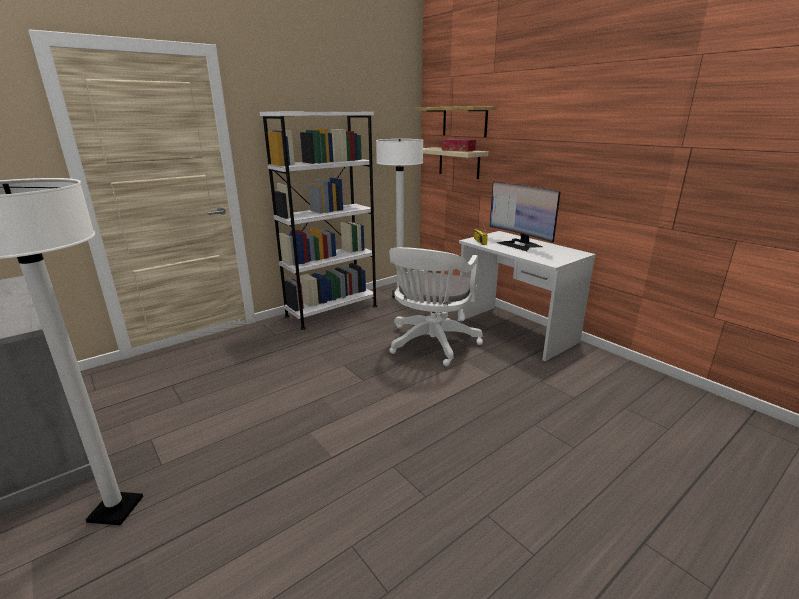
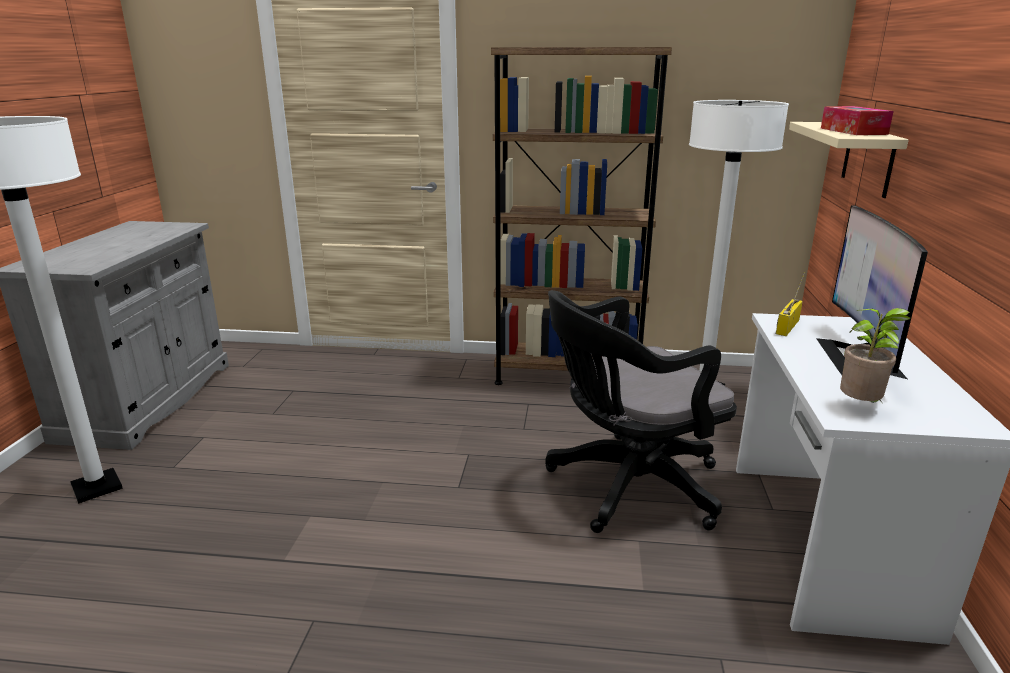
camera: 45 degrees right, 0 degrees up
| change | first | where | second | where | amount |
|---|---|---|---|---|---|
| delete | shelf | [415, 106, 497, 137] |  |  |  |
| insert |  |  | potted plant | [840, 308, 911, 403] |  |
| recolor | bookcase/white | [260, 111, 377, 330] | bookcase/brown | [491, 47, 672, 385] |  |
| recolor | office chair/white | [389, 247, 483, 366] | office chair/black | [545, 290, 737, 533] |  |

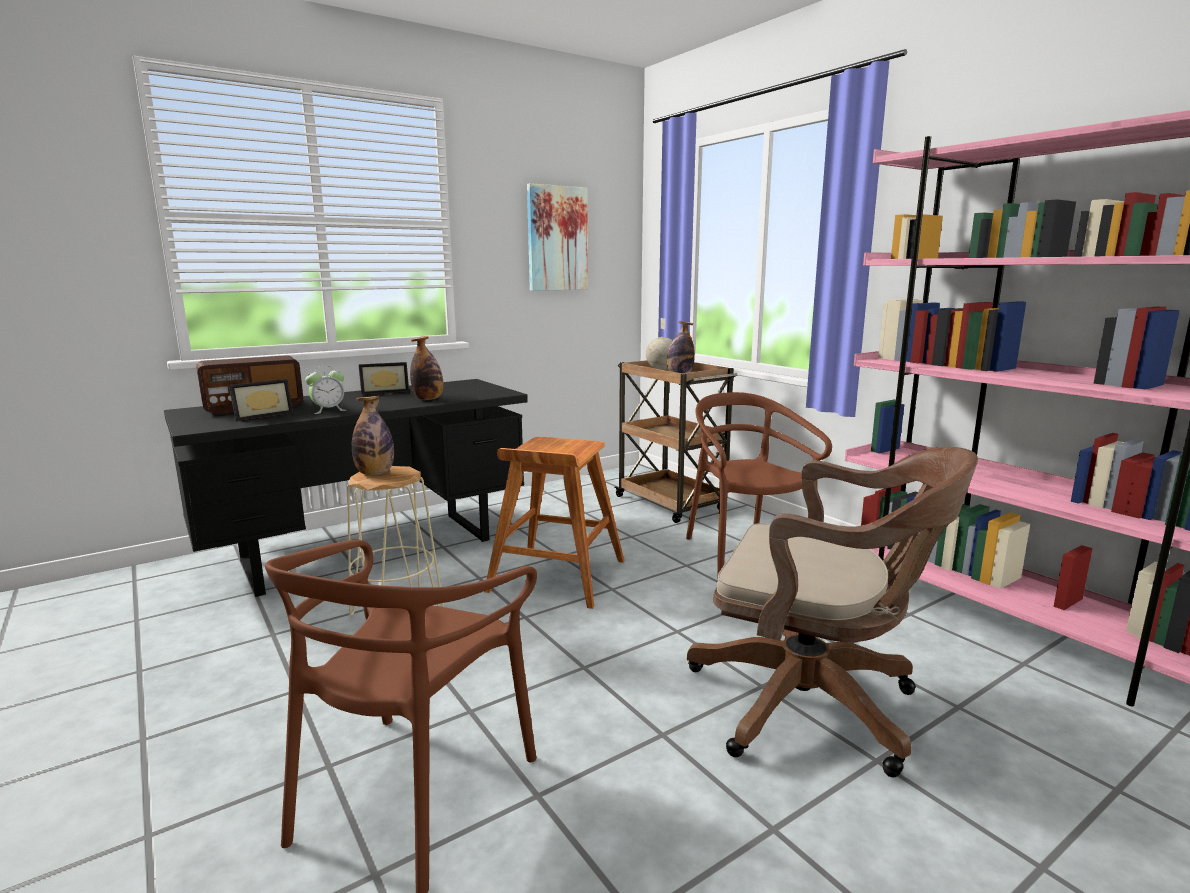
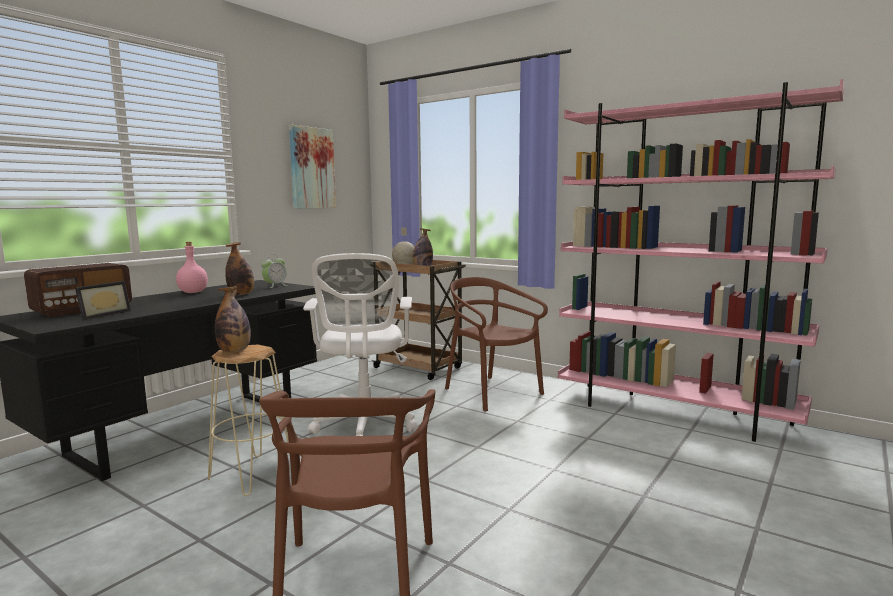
camera: 20 degrees left, 5 degrees down
| change | first | where | second | where | amount |
|---|---|---|---|---|---|
| delete | office chair/brown | [687, 447, 978, 778] |  |  |  |
| move | alarm clock | [305, 365, 346, 414] |  | [261, 255, 287, 288] |  |
| replace | picture frame | [359, 362, 409, 395] | bottle/pink | [176, 242, 208, 293] |  |
| replace | stool/brown | [484, 437, 624, 609] | office chair/white | [303, 253, 417, 436] |  |

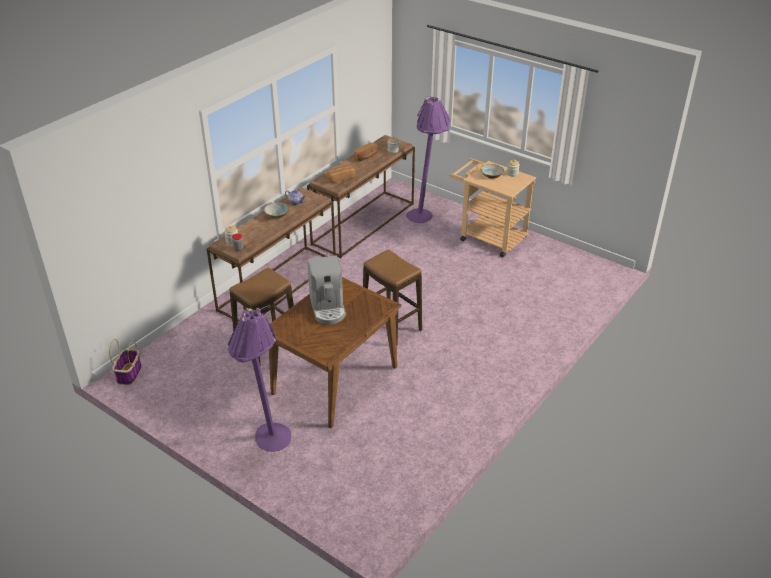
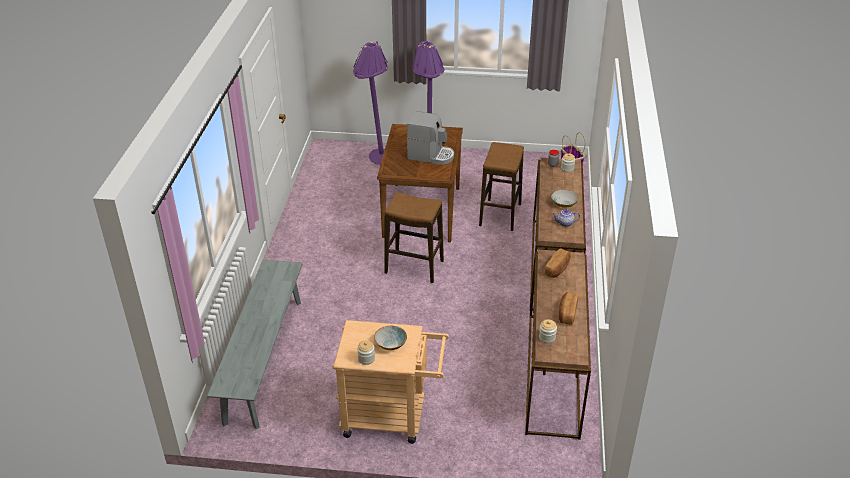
camera: 150 degrees right, 0 degrees up
| change | first | where | second | where | amount |
|---|---|---|---|---|---|
| insert |  |  | bench/grey | [207, 260, 303, 429] |  |
| move | floor lamp/purple | [406, 96, 450, 223] |  | [353, 41, 388, 165] |  |
| rotate | coffee machine | [307, 255, 346, 324] |  | [407, 111, 454, 165] | 150 degrees clockwise |

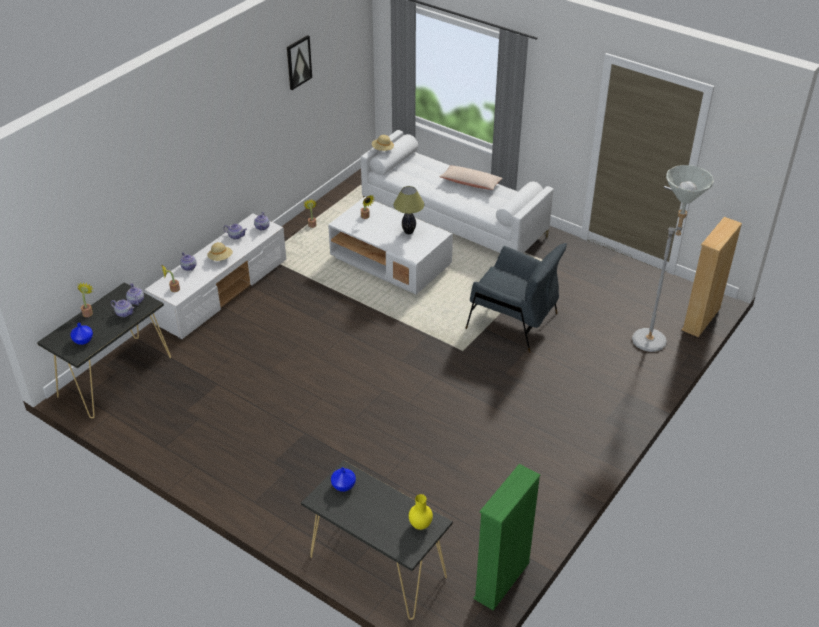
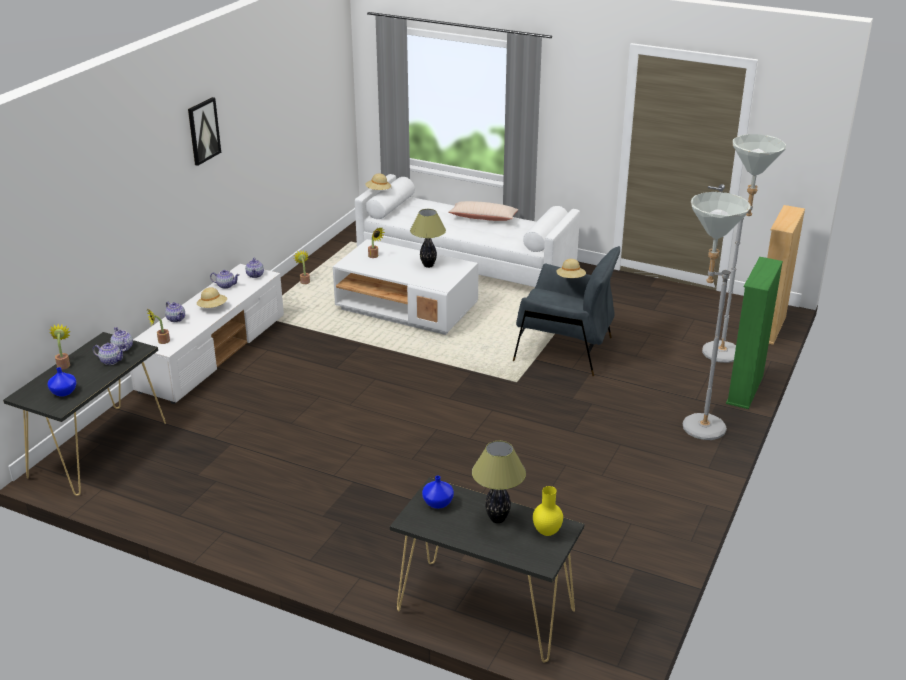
camera: 10 degrees left, 10 degrees down
| change | first | where | second | where | amount |
|---|---|---|---|---|---|
| insert |  |  | table lamp | [472, 441, 526, 523] |  |
| insert |  |  | hat/beige | [556, 259, 586, 278] |  |
| insert |  |  | floor lamp/grey | [683, 192, 751, 440] |  |
| move | picture | [287, 35, 312, 90] |  | [188, 97, 221, 166] |  |
| move | bookcase/green | [473, 464, 540, 610] |  | [726, 257, 783, 409] |  |

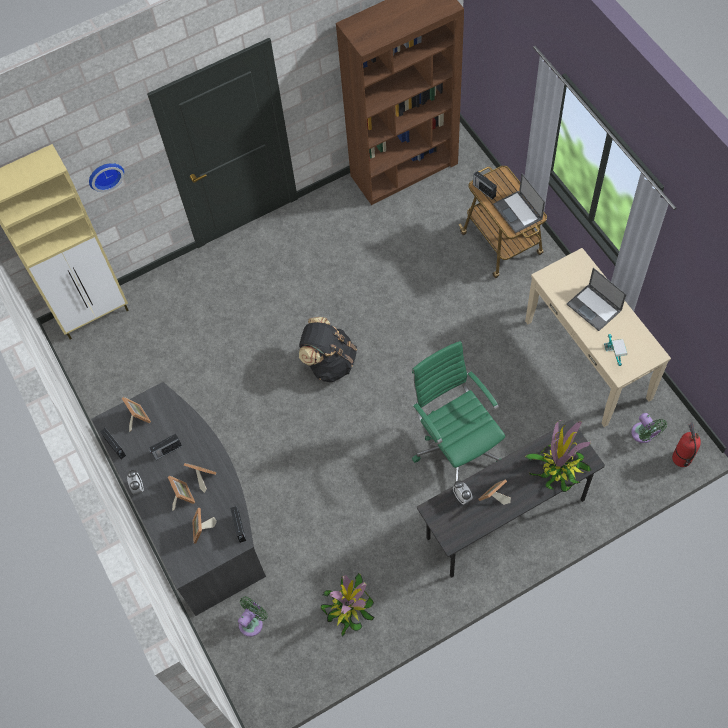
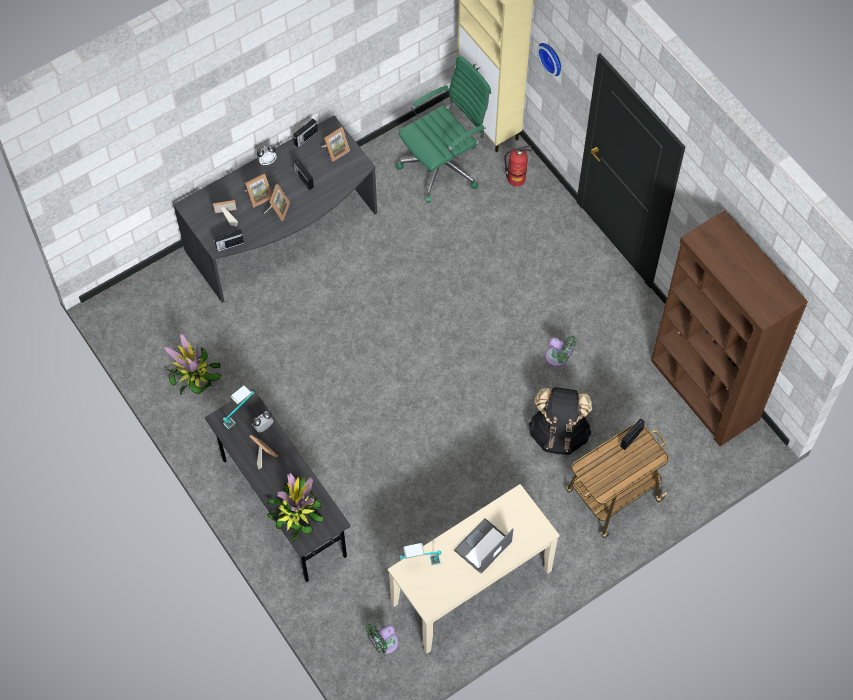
camera: 80 degrees right, 0 degrees up
| change | first | where | second | where | amount |
|---|---|---|---|---|---|
| delete | laptop | [493, 173, 545, 233] |  |  |  |
| insert |  |  | table lamp | [223, 385, 254, 429] |  |
| move | fan/green | [238, 596, 268, 637] |  | [545, 336, 577, 367] |  |
| move | backpack/black | [299, 317, 357, 382] |  | [529, 387, 592, 455] |  |
| move | office chair/green | [412, 341, 505, 481] |  | [396, 55, 491, 203] |  |
| move | fire extinguisher | [672, 422, 701, 467] |  | [504, 145, 532, 186] |  |

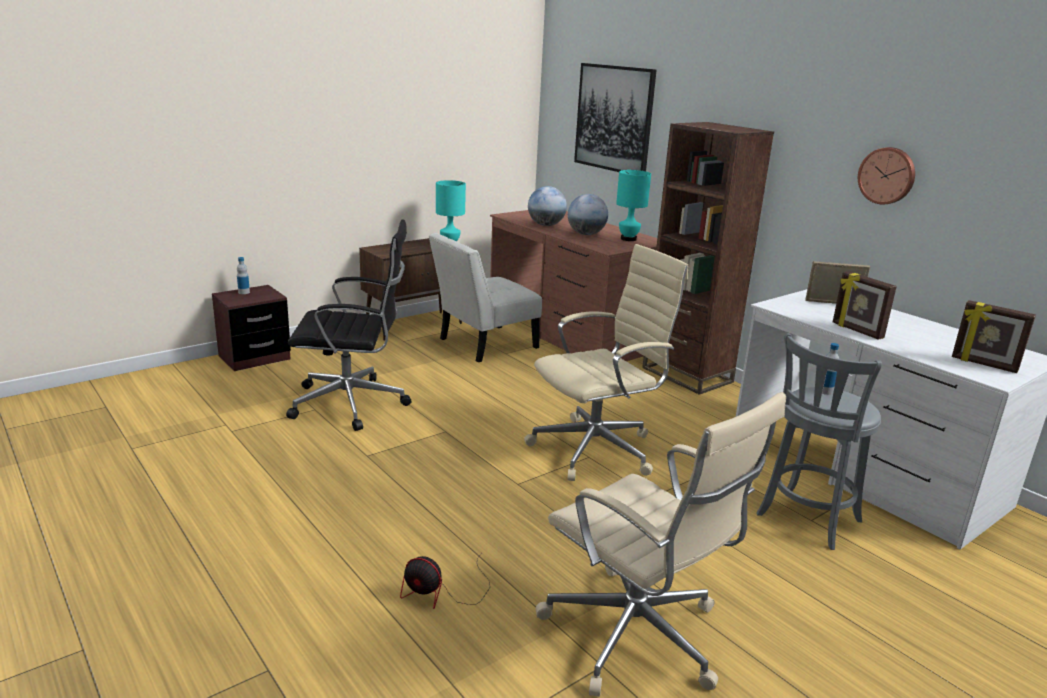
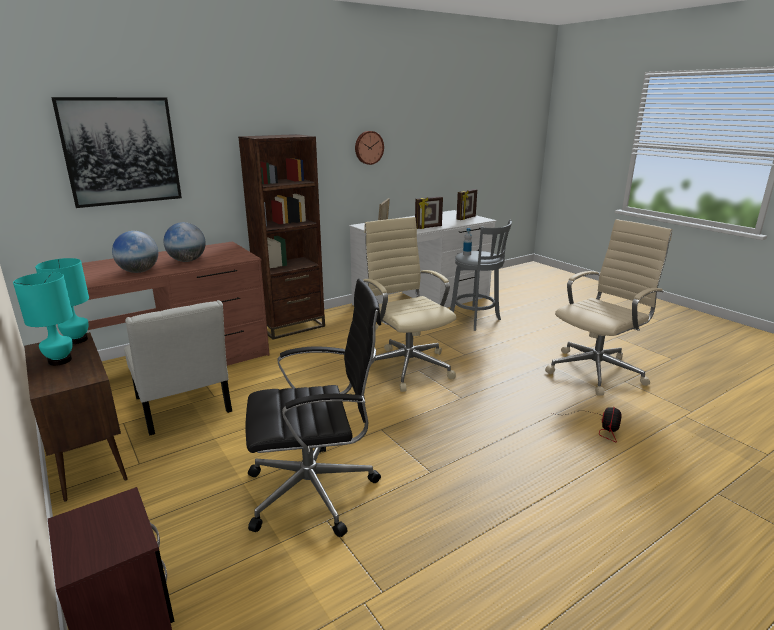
camera: 85 degrees left, 0 degrees up
| change | first | where | second | where | amount |
|---|---|---|---|---|---|
| delete | bottle | [237, 257, 250, 294] |  |  |  |
| move | table lamp/turquoise | [616, 170, 651, 241] |  | [13, 272, 73, 366] |  |
| rotate | office chair/black | [286, 219, 412, 431] |  | [245, 279, 381, 537] | 75 degrees clockwise |

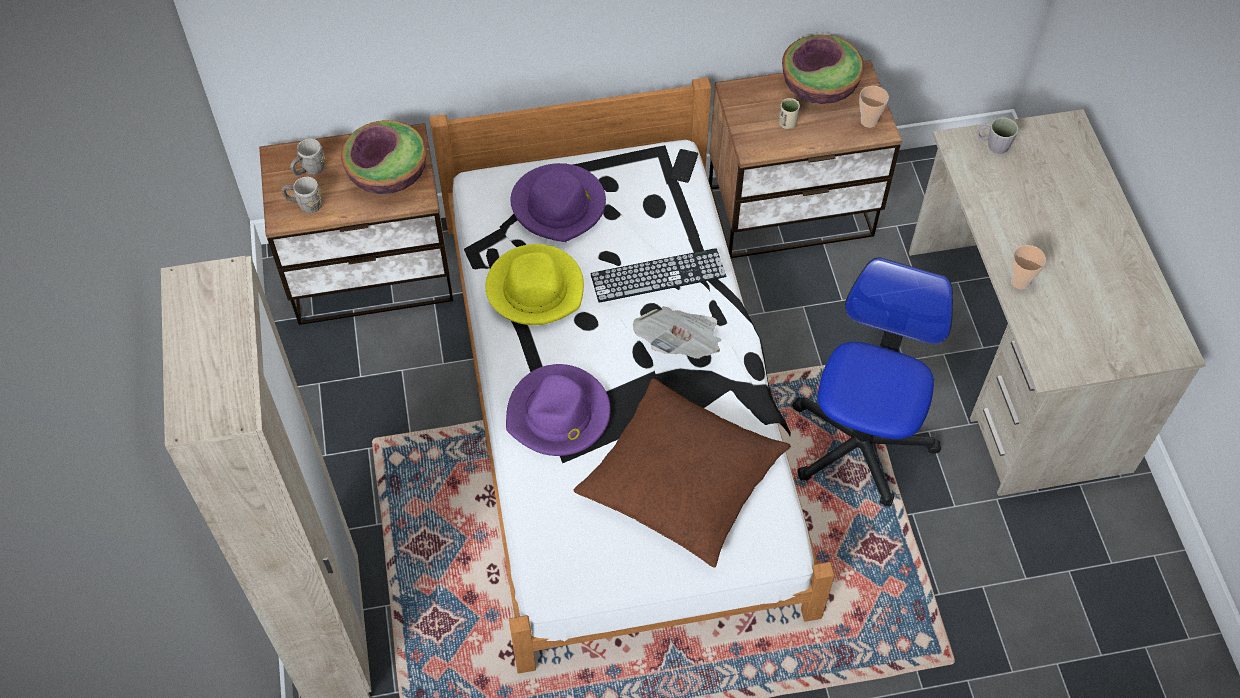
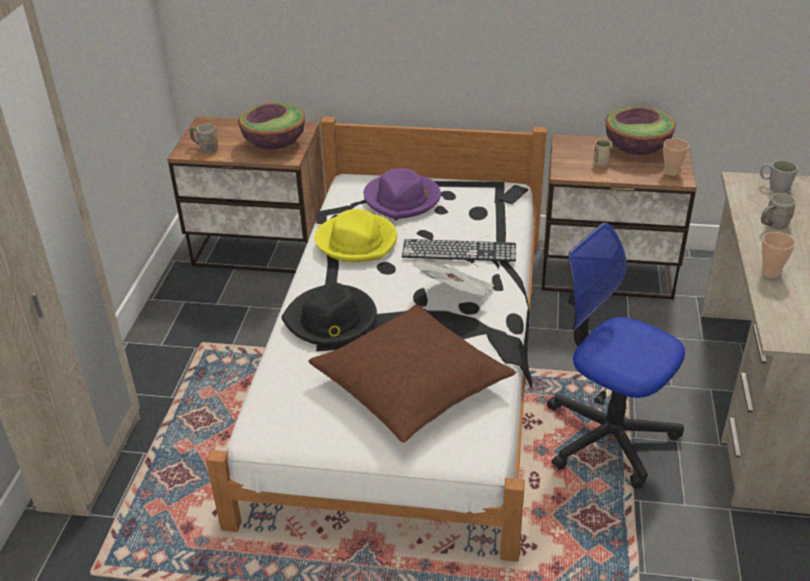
camera: 20 degrees right, 20 degrees down
| change | first | where | second | where | amount |
|---|---|---|---|---|---|
| move | mug/grey | [290, 139, 325, 176] |  | [761, 193, 796, 230] |  |
| recolor | hat/purple | [506, 364, 611, 456] | hat/black | [282, 282, 377, 346] |  |
| rotate | office chair | [792, 258, 953, 507] |  | [547, 223, 685, 489] | 90 degrees counterclockwise |

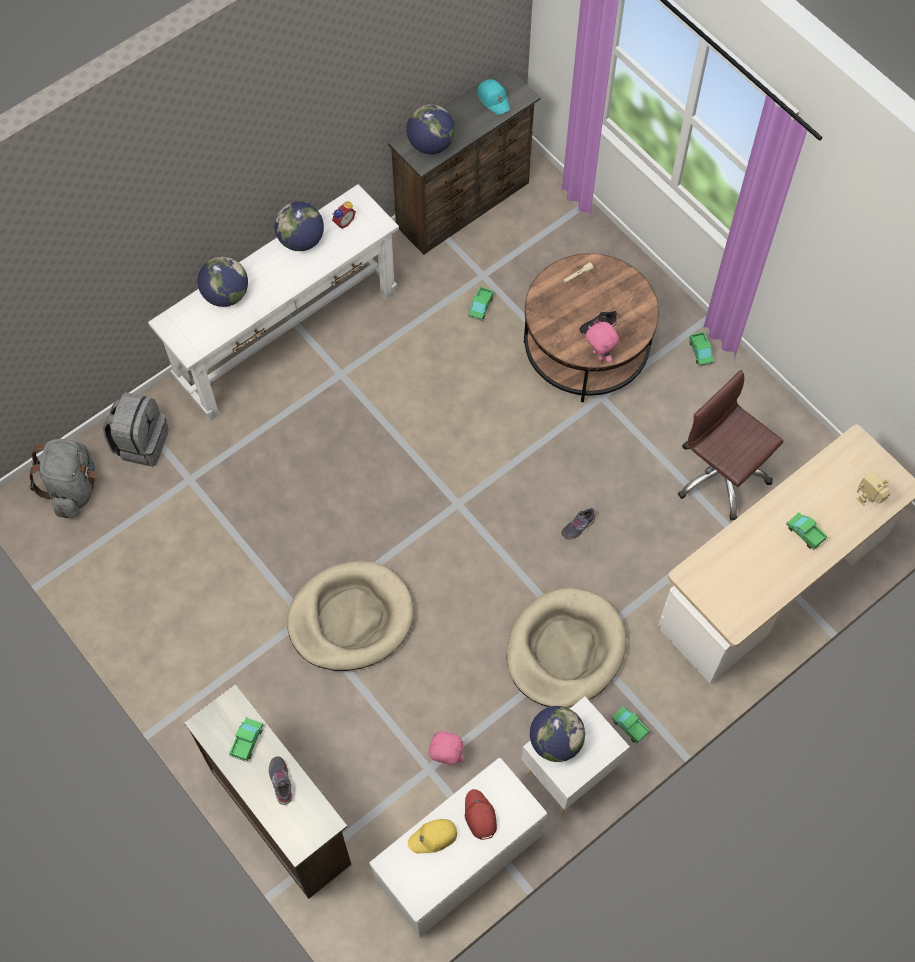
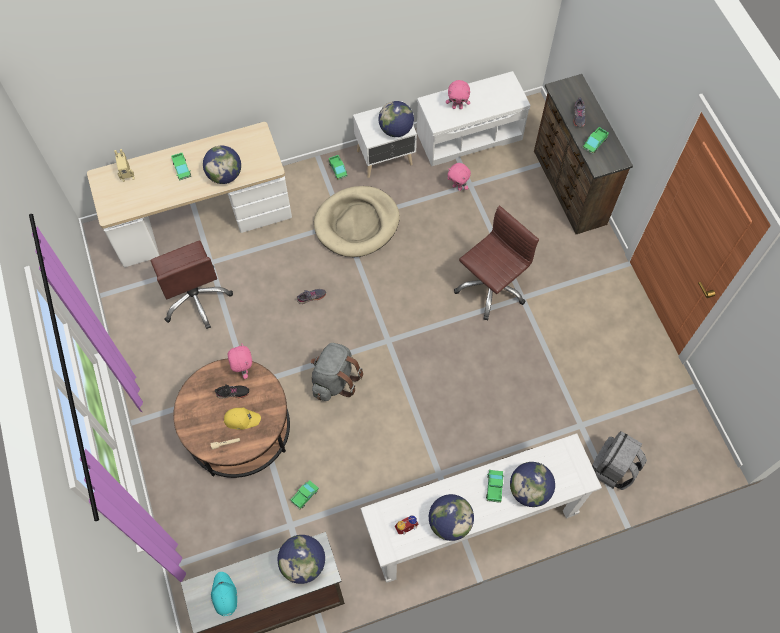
camera: 160 degrees left, 0 degrees up
| change | first | where | second | where | amount |
|---|---|---|---|---|---|
| insert |  |  | globe | [203, 146, 241, 184] |  |
| move | backpack/grey | [29, 439, 97, 518] |  | [310, 343, 363, 401] |  |
| move | cap/yellow | [408, 819, 457, 854] |  | [224, 408, 261, 430] |  |
| move | toy truck | [689, 332, 714, 367] |  | [486, 470, 505, 503] |  |
| replace | dog bed/beige | [287, 561, 413, 671] | office chair/brown | [454, 206, 539, 320] |  |
| replace | cap/red | [465, 789, 497, 840] | plush toy/pink | [446, 80, 470, 109] |  |

